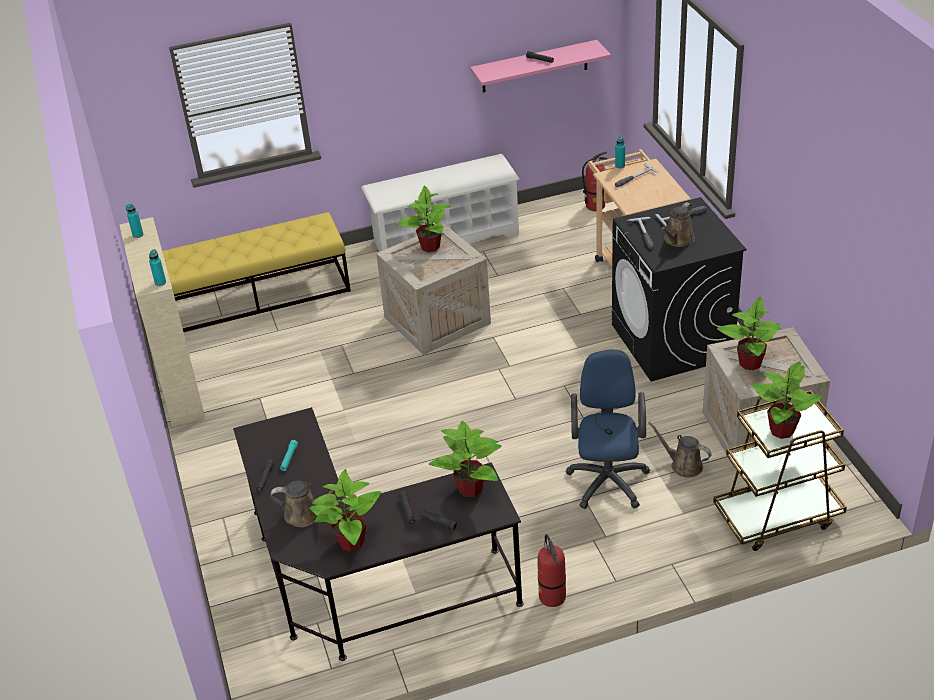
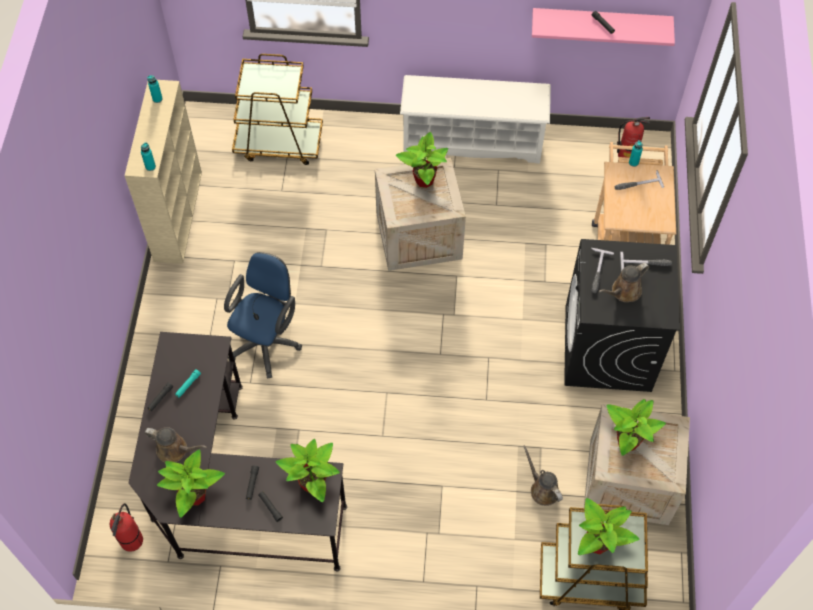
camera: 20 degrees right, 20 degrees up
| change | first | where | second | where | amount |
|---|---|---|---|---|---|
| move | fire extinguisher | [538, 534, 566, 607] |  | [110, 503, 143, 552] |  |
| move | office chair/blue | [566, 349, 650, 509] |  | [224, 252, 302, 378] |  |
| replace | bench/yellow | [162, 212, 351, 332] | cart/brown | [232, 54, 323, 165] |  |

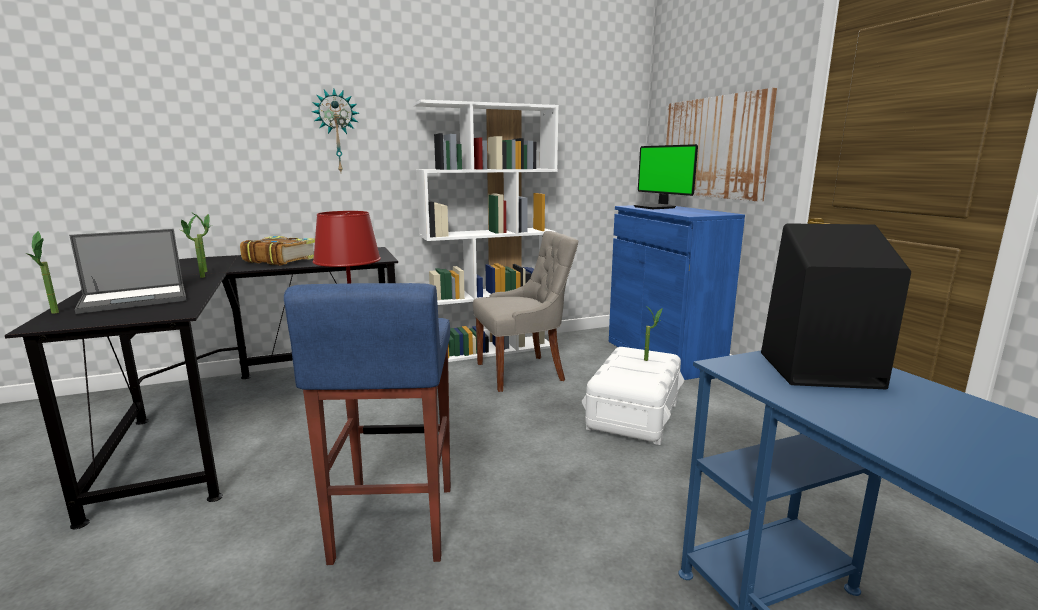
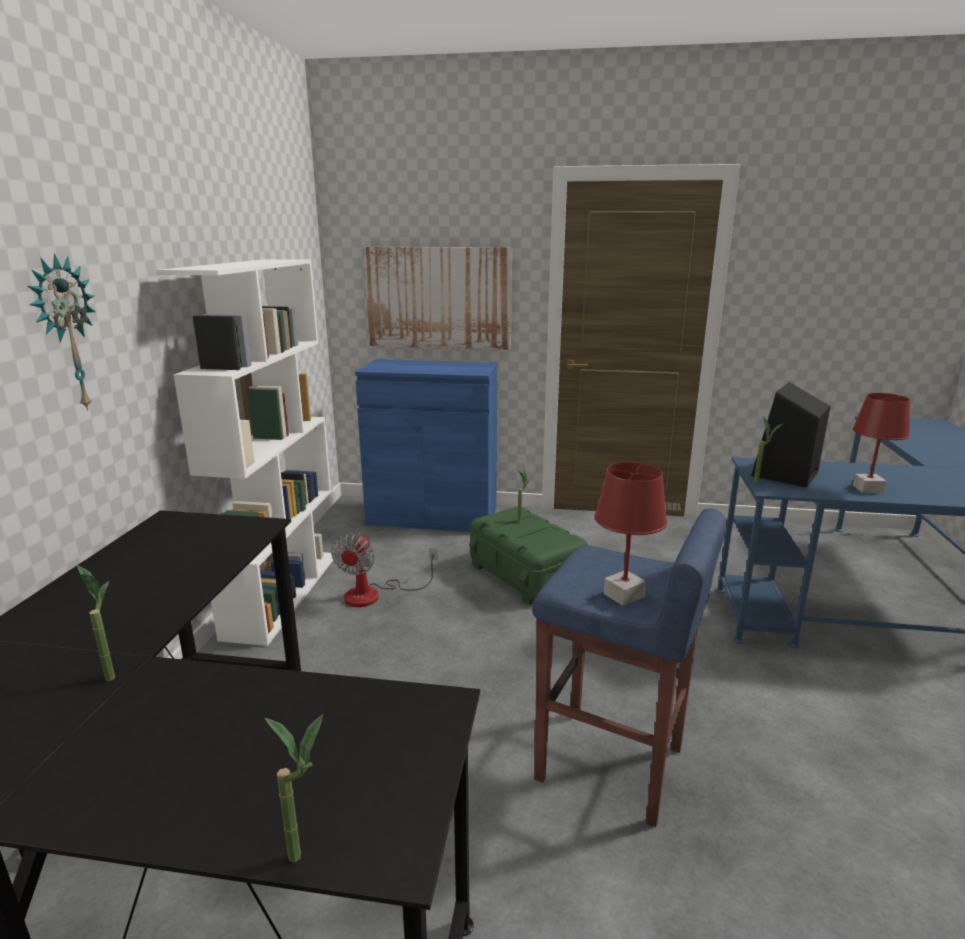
camera: 60 degrees left, 5 degrees up
| change | first | where | second | where | amount |
|---|---|---|---|---|---|
| delete | laptop | [69, 229, 187, 314] |  |  |  |
| delete | book | [240, 236, 315, 266] |  |  |  |
| delete | monitor | [634, 144, 698, 209] |  |  |  |
| insert |  |  | table lamp/red | [852, 393, 911, 493] |  |
| move | potted plant | [178, 215, 205, 278] |  | [754, 416, 784, 483] |  |
| replace | chair/grey | [473, 231, 578, 392] | fan | [331, 533, 438, 607] |  |
| recolor | storage box/white | [582, 347, 684, 445] | storage box/green | [469, 507, 588, 605] |  |

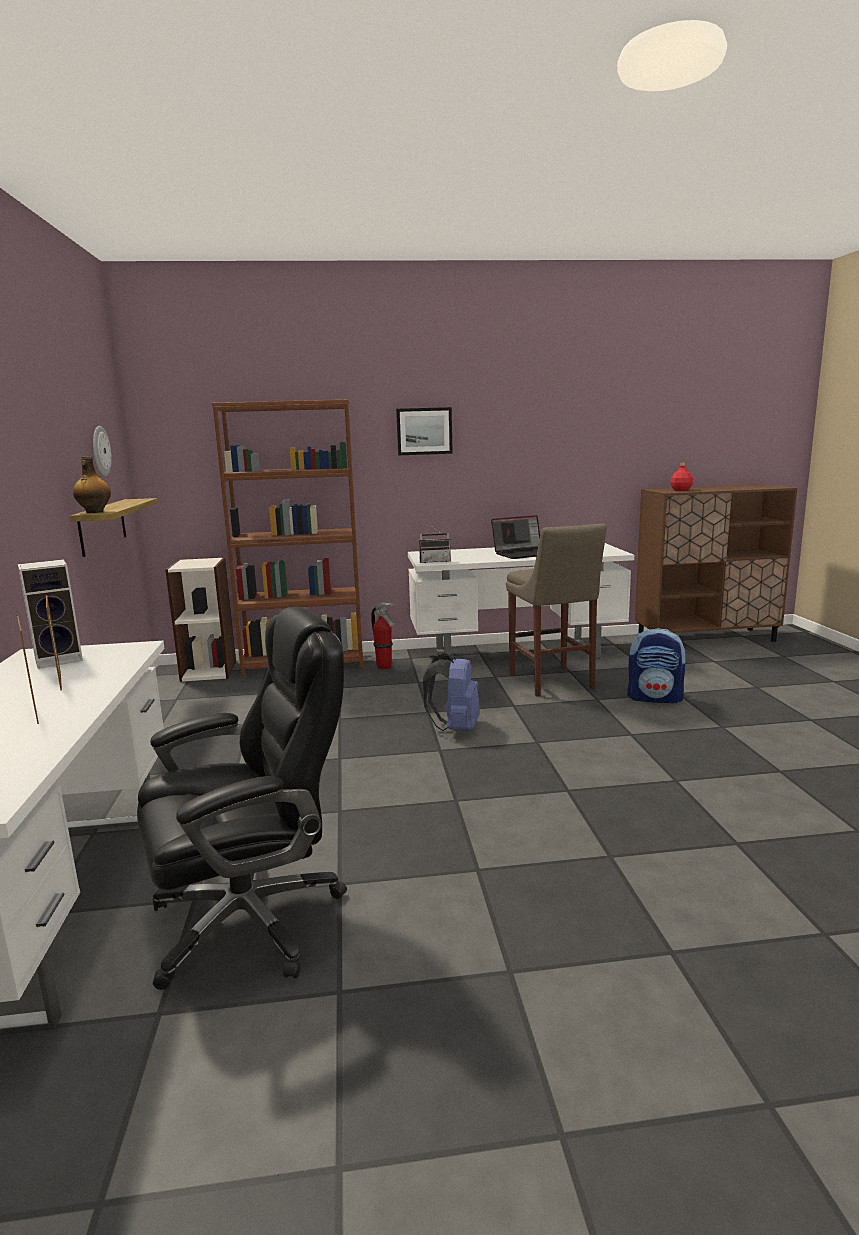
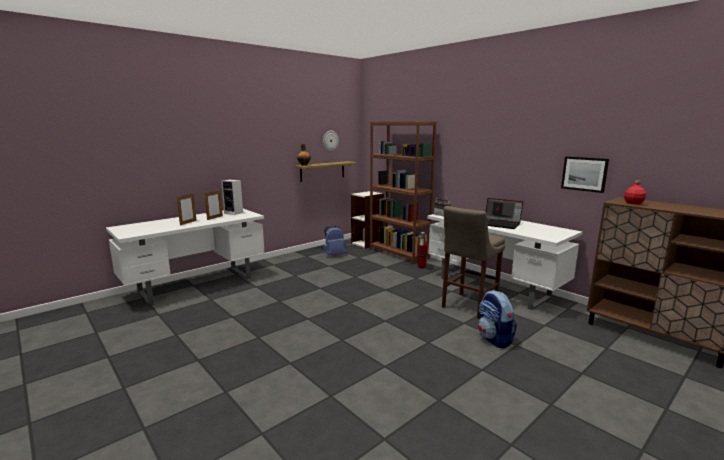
camera: 55 degrees right, 0 degrees up
| change | first | where | second | where | amount |
|---|---|---|---|---|---|
| delete | office chair/black | [137, 606, 347, 990] |  |  |  |
| move | picture | [396, 407, 453, 455] |  | [561, 156, 609, 193] |  |
| move | backpack/blue | [423, 653, 480, 731] |  | [324, 225, 347, 255] |  |

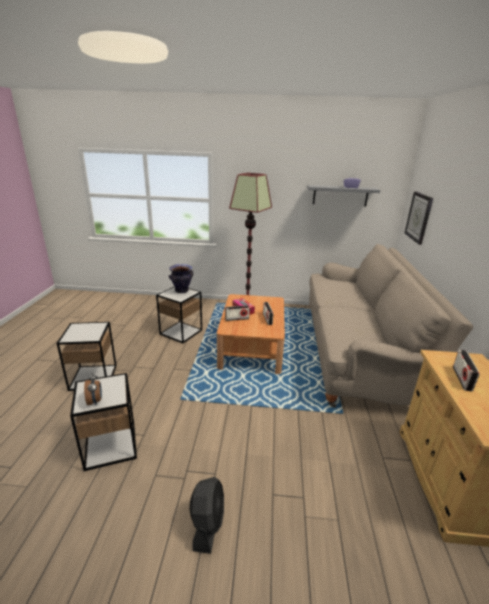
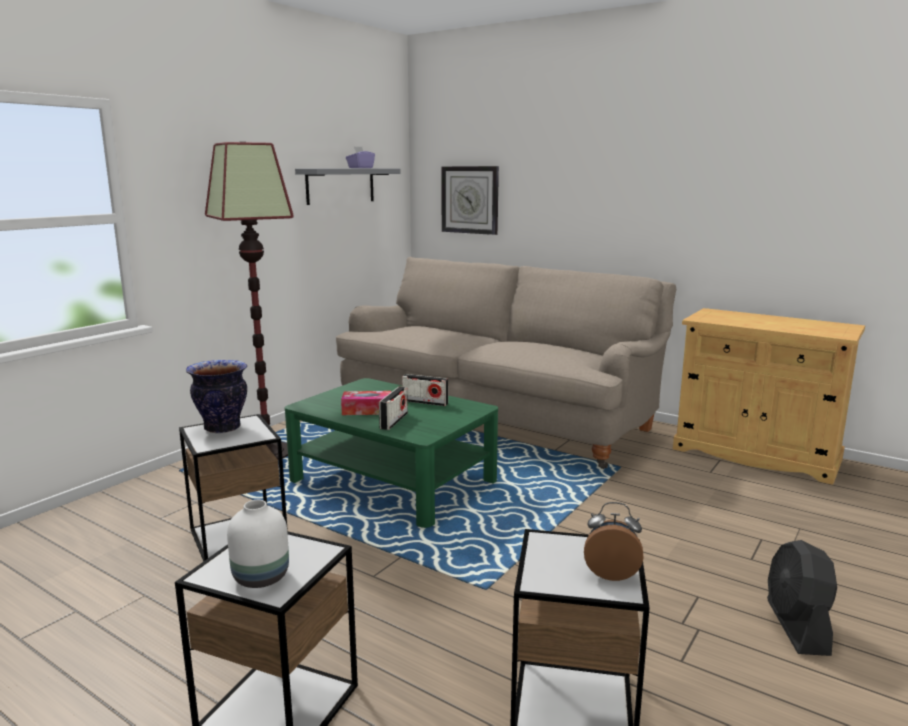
camera: 60 degrees left, 10 degrees down
| change | first | where | second | where | amount |
|---|---|---|---|---|---|
| delete | radio | [453, 350, 480, 391] |  |  |  |
| insert |  |  | vase/white | [227, 500, 289, 588] |  |
| recolor | coffee table/brown | [217, 294, 285, 374] | coffee table/green | [285, 378, 498, 528] |  |
| rotate | fan/black | [190, 477, 224, 554] |  | [767, 540, 837, 656] | 120 degrees counterclockwise |

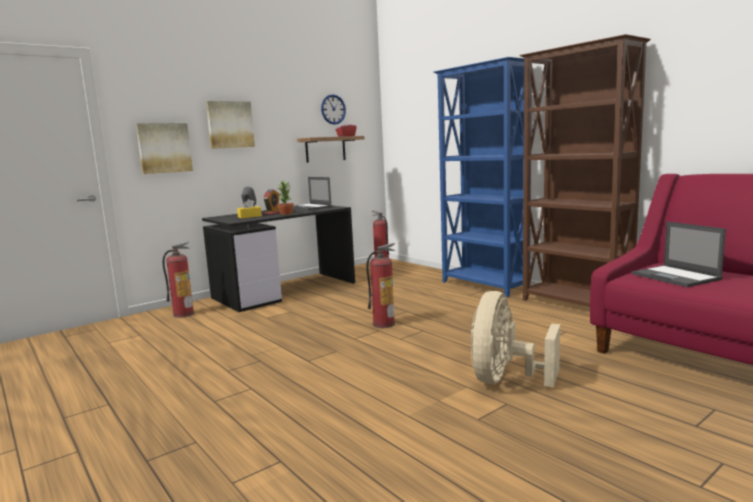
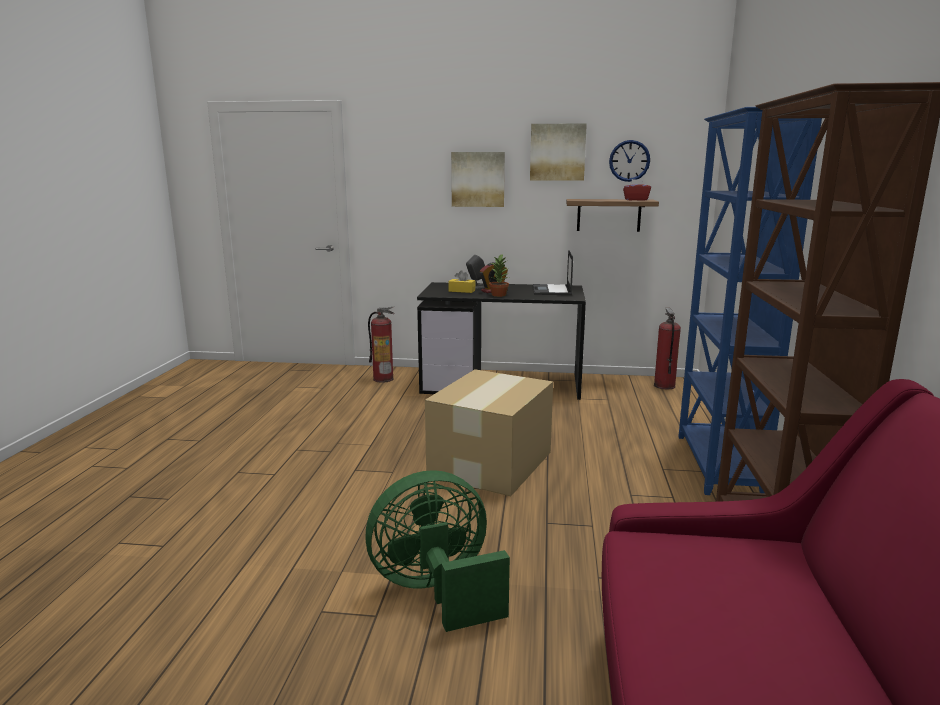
camera: 45 degrees right, 5 degrees up
| change | first | where | second | where | amount |
|---|---|---|---|---|---|
| delete | laptop | [632, 221, 726, 287] |  |  |  |
| move | picture | [136, 123, 193, 174] |  | [530, 123, 587, 181] |  |
| replace | fire extinguisher | [366, 243, 395, 328] | cardboard box | [425, 369, 553, 496] |  |
| recolor | fan/beige | [471, 291, 560, 387] | fan/green | [365, 470, 510, 632] |  |

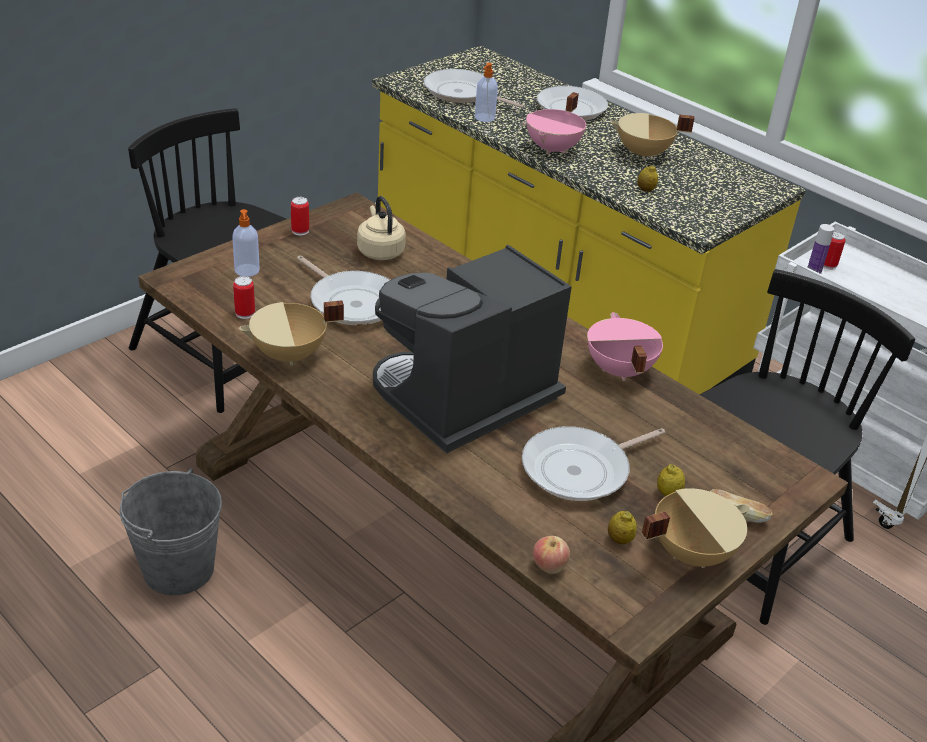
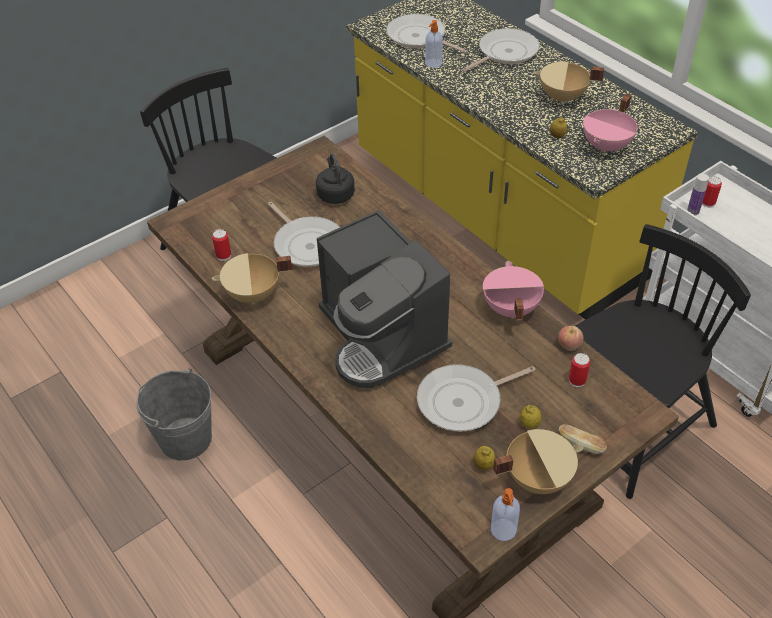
camera: 10 degrees right, 10 degrees up
| change | first | where | second | where | amount |
|---|---|---|---|---|---|
| move | soap dispenser | [232, 209, 260, 277] |  | [491, 488, 520, 541] |  |
| move | can | [291, 197, 309, 236] |  | [569, 353, 590, 387] |  |
| move | cooking pot/pink | [526, 92, 586, 155] |  | [583, 94, 638, 153] |  |
| move | apple | [533, 536, 570, 574] |  | [558, 326, 583, 351] |  |
| recolor | kettle/beige | [357, 196, 406, 260] | kettle/black | [316, 153, 355, 204] |  |
| rotate | coffee machine | [373, 245, 572, 454] |  | [317, 210, 452, 388] | 90 degrees counterclockwise |

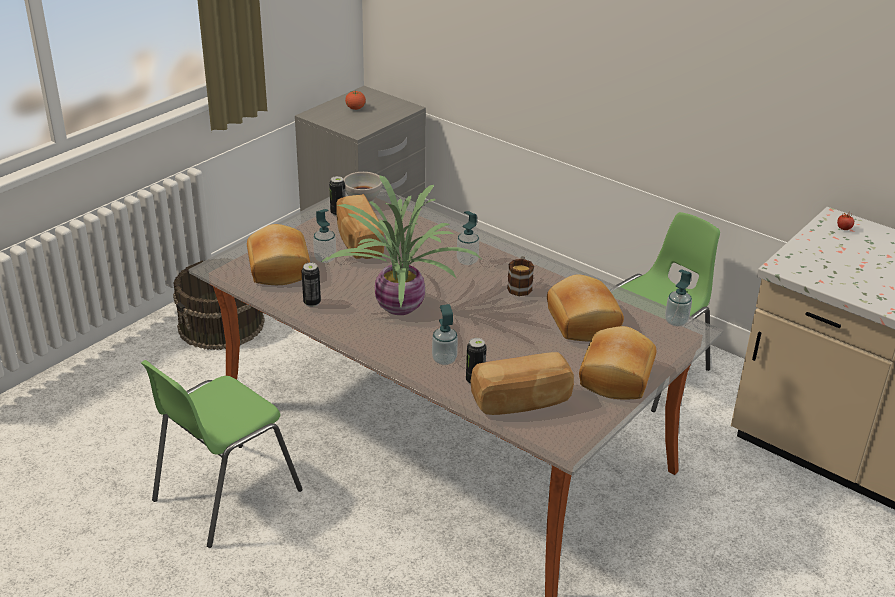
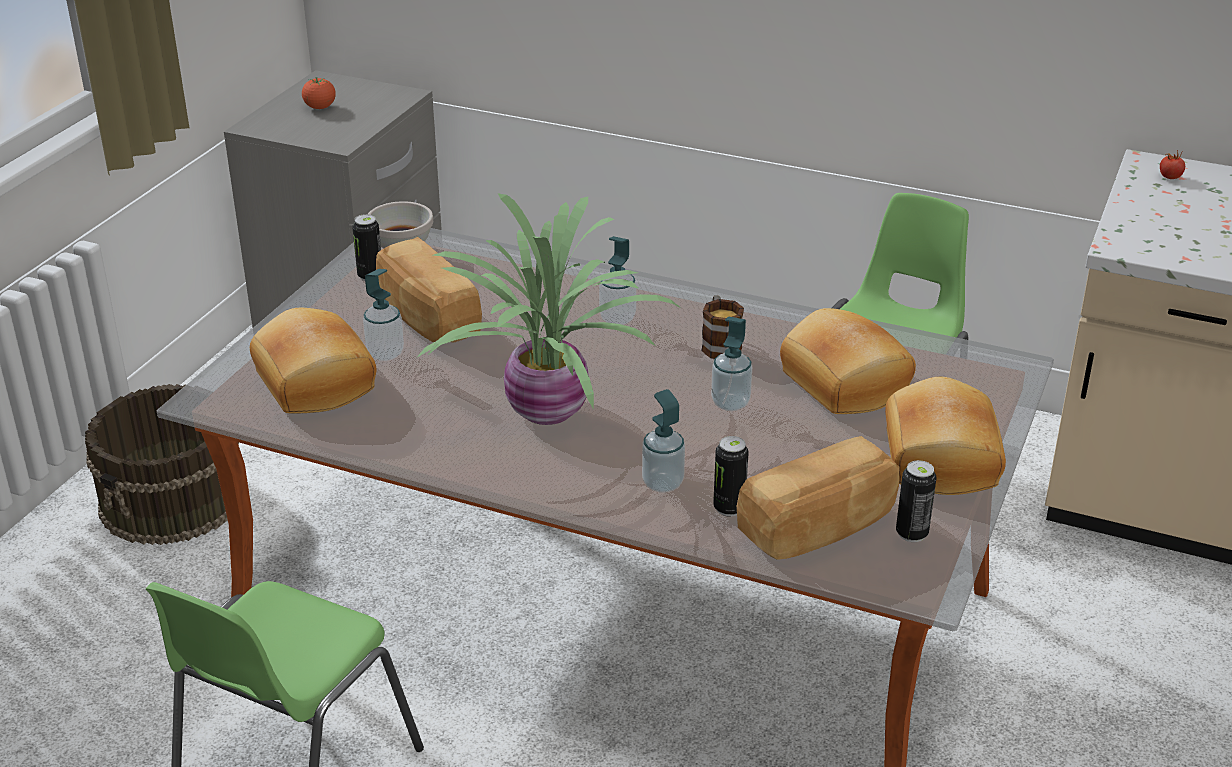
camera: 15 degrees left, 0 degrees up
| change | first | where | second | where | amount |
|---|---|---|---|---|---|
| move | can | [302, 262, 321, 307] |  | [896, 460, 936, 542] |  |
| move | soap dispenser | [665, 269, 692, 327] |  | [711, 316, 752, 411] |  |

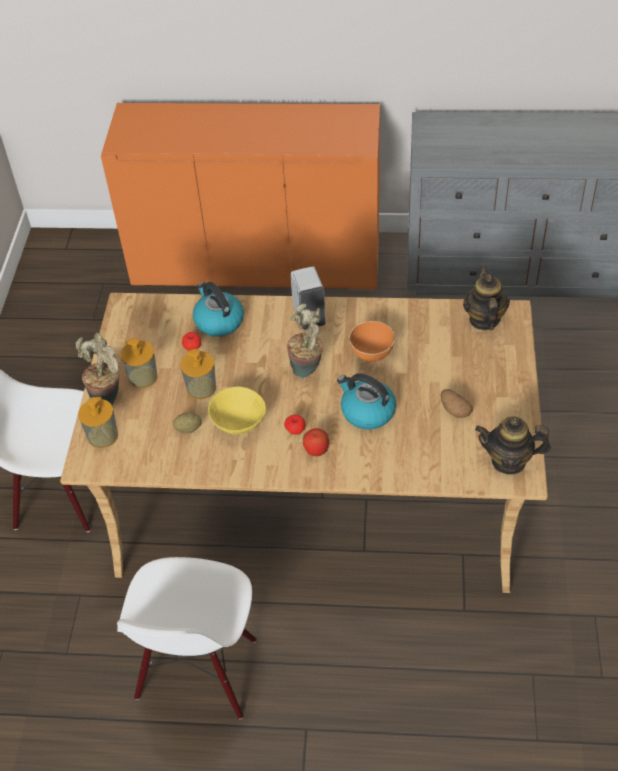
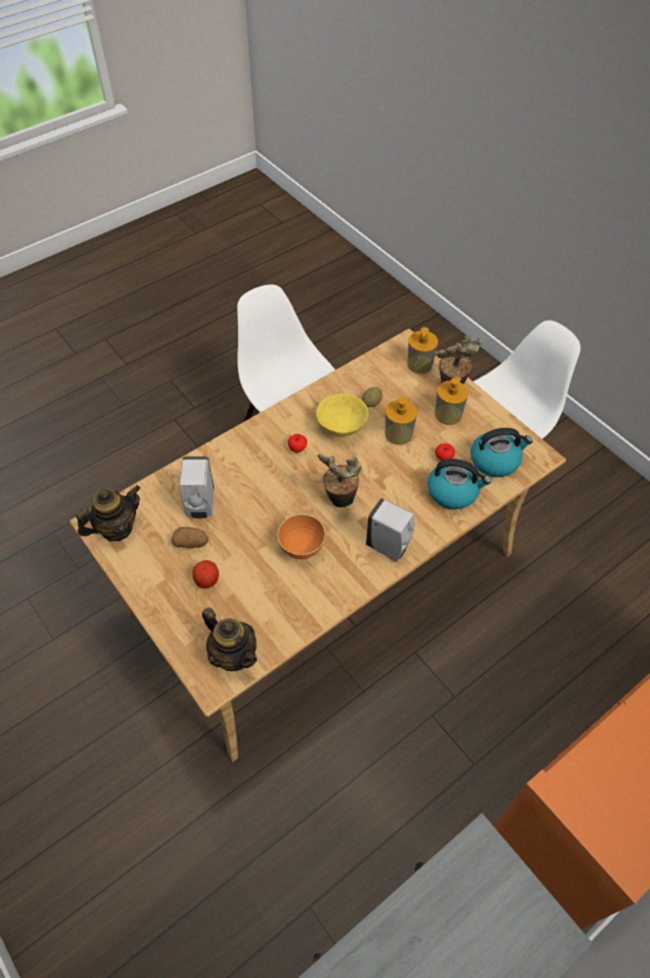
camera: 135 degrees right, 5 degrees up
| change | first | where | second | where | amount |
|---|---|---|---|---|---|
| insert |  |  | soap dispenser/white | [179, 456, 214, 518] |  |
| move | apple | [303, 428, 329, 456] |  | [193, 560, 219, 589] |  |
| move | kettle | [337, 373, 396, 430] |  | [471, 428, 533, 477] |  |

